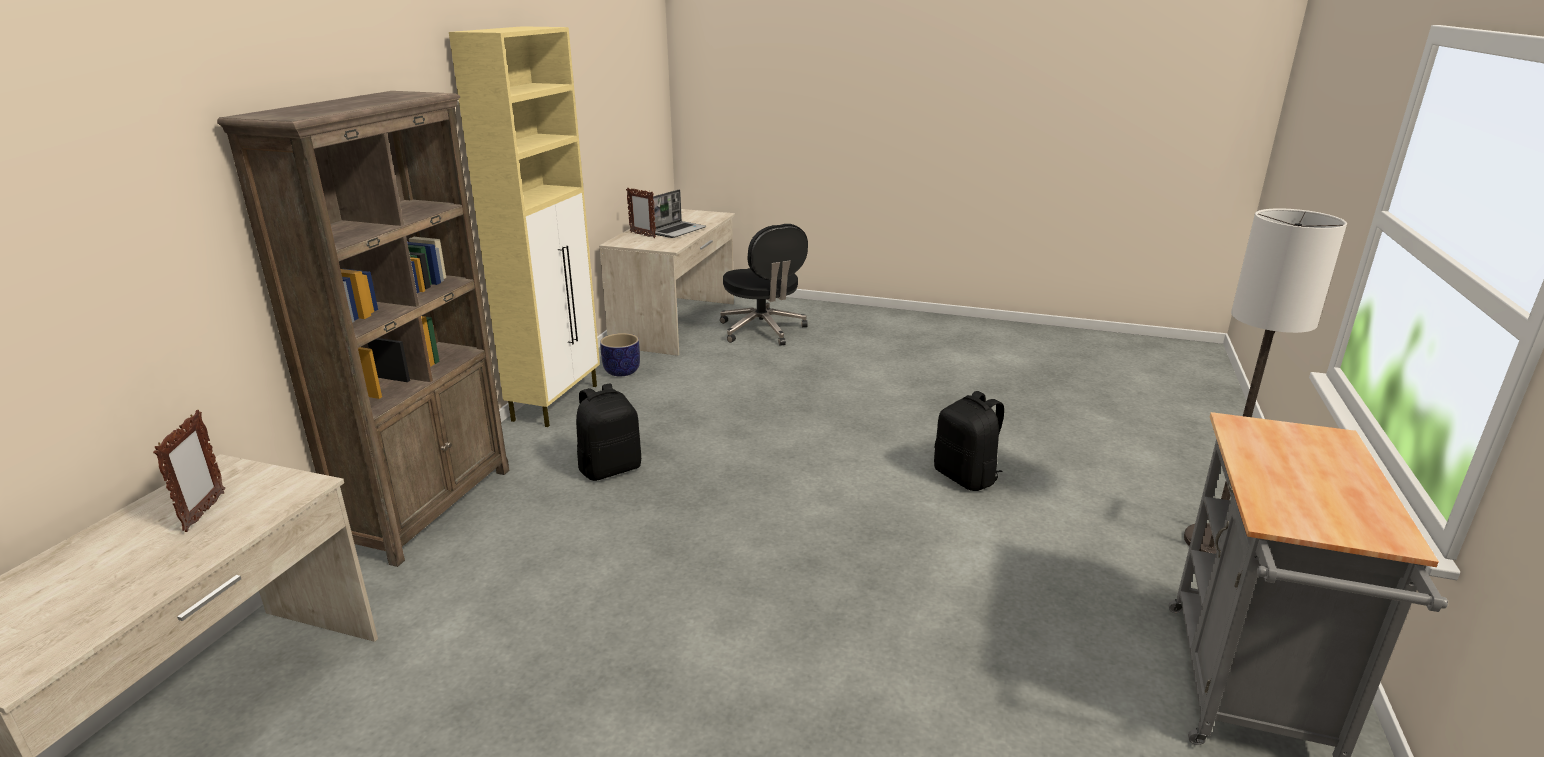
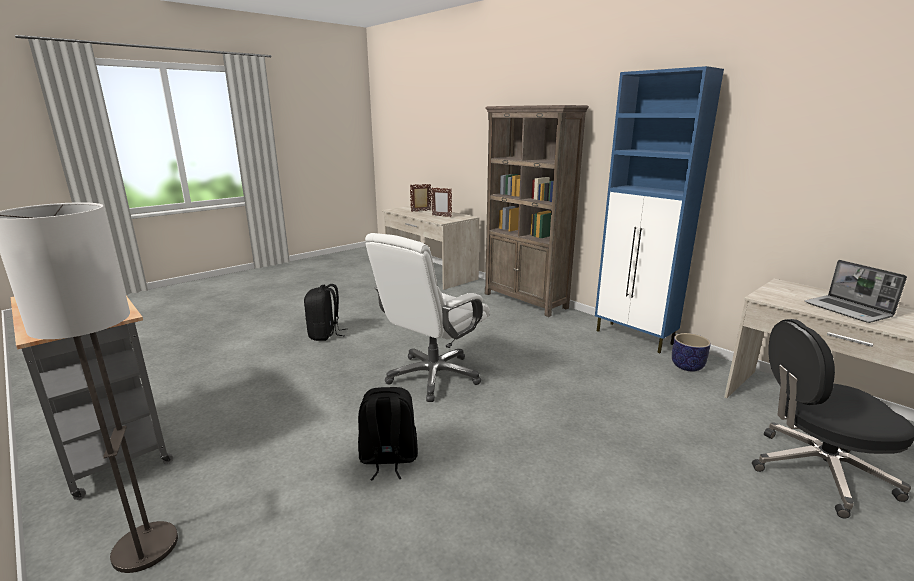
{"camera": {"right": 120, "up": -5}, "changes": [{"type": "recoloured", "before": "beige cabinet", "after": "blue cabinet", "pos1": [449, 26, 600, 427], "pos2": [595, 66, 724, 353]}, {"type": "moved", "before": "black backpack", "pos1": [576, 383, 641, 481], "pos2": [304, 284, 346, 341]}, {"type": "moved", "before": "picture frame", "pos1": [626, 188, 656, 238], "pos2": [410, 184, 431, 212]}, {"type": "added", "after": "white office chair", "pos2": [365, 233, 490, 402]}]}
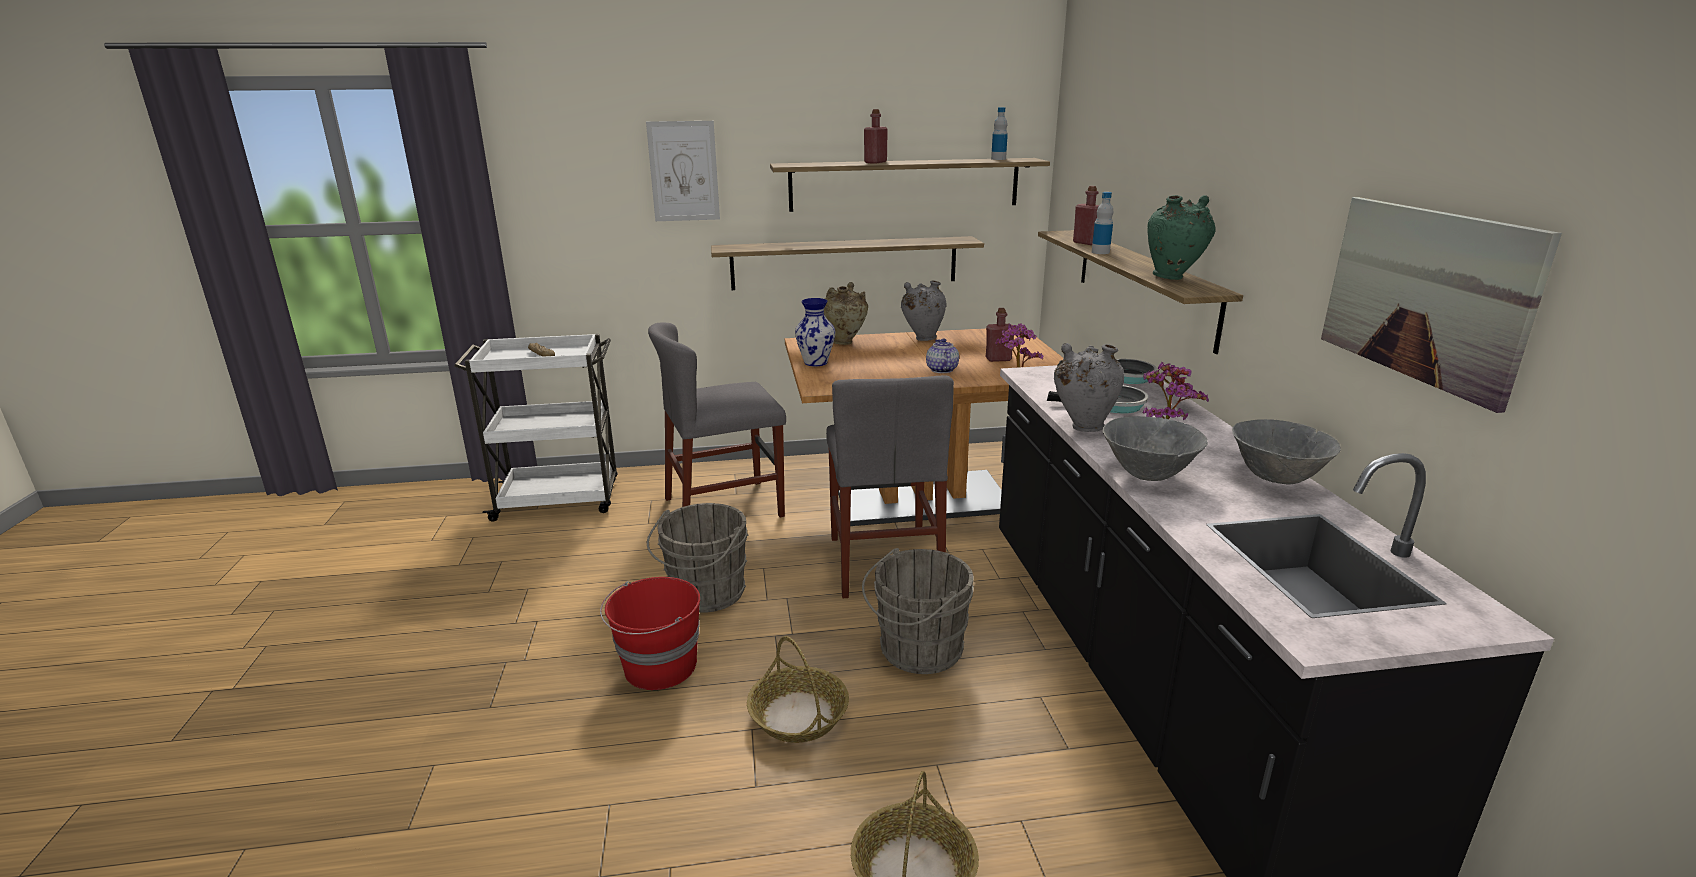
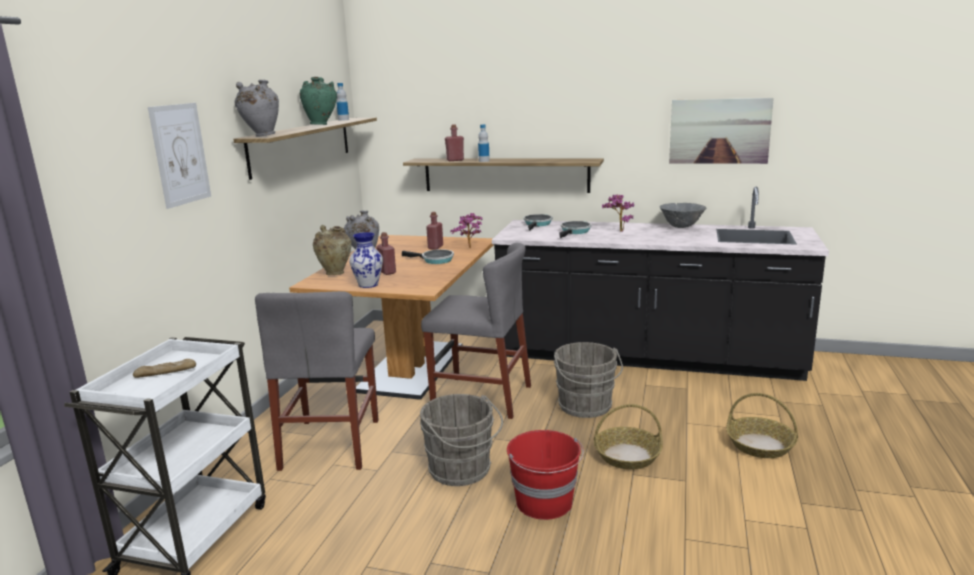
{"camera": {"right": -65, "up": -5}, "changes": [{"type": "removed", "before": "shelf", "pos1": [711, 236, 984, 290]}, {"type": "moved", "before": "red bottle", "pos1": [864, 109, 888, 164], "pos2": [376, 232, 396, 275]}, {"type": "replaced", "before": "teapot", "after": "frying pan", "pos1": [926, 339, 959, 373], "pos2": [402, 249, 454, 264]}, {"type": "moved", "before": "grey vase", "pos1": [1054, 343, 1124, 432], "pos2": [234, 80, 279, 137]}, {"type": "removed", "before": "grey bowl", "pos1": [1103, 416, 1208, 481]}, {"type": "moved", "before": "green vase", "pos1": [1147, 195, 1216, 280], "pos2": [300, 77, 337, 125]}]}
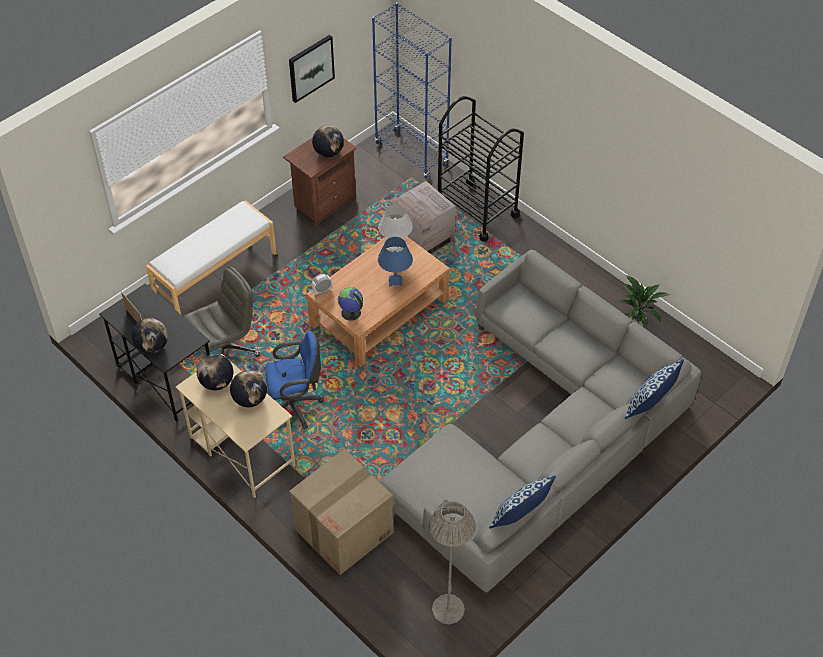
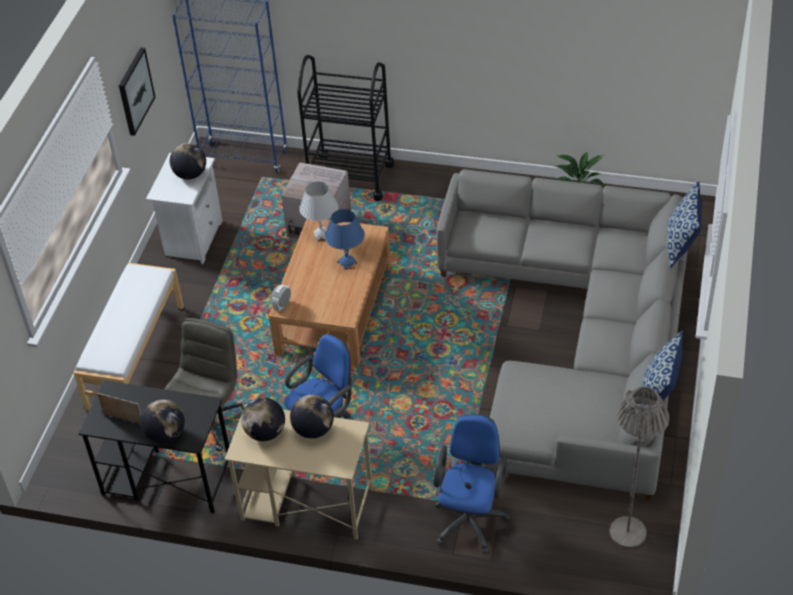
{"camera": {"right": -30, "up": -5}, "changes": [{"type": "recoloured", "before": "brown nightstand", "after": "white nightstand", "pos1": [283, 137, 357, 227], "pos2": [146, 153, 223, 264]}, {"type": "replaced", "before": "cardboard box", "after": "blue office chair", "pos1": [289, 448, 394, 575], "pos2": [434, 414, 510, 554]}, {"type": "removed", "before": "globe", "pos1": [338, 287, 363, 321]}]}
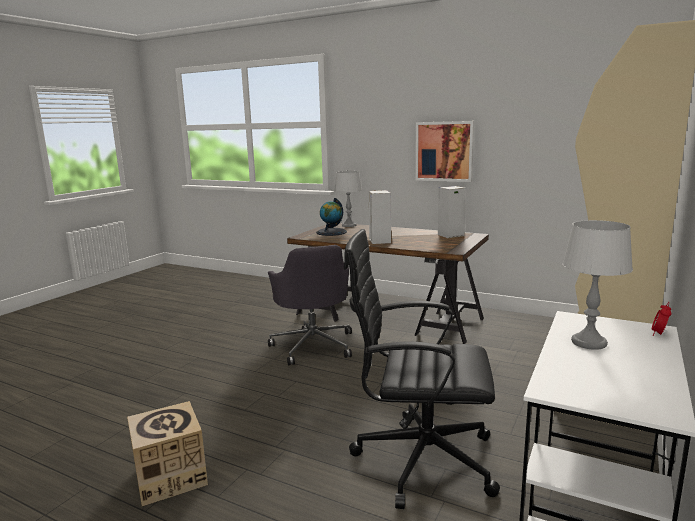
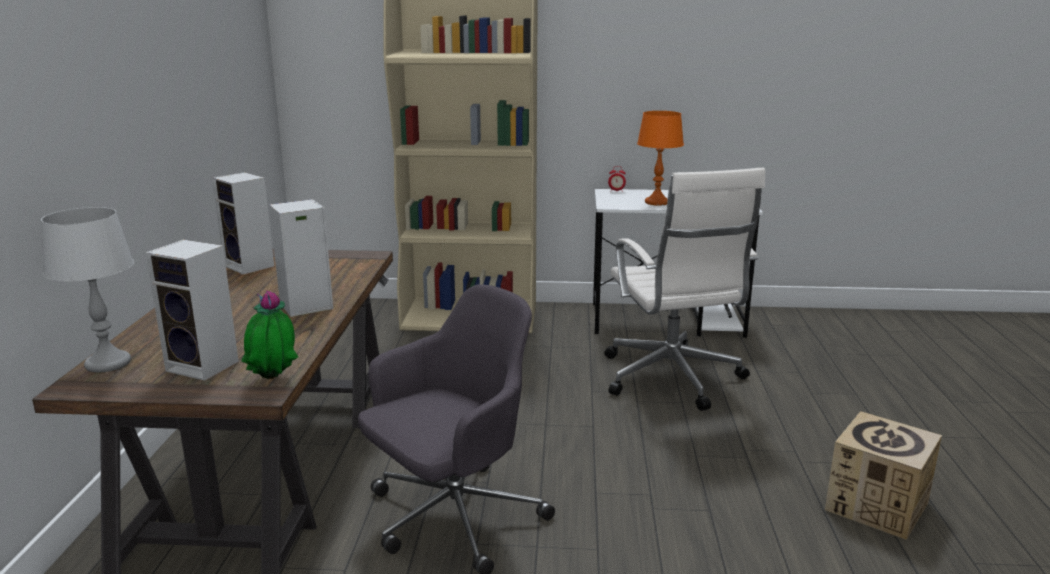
{"camera": {"right": -115, "up": 5}, "changes": [{"type": "replaced", "before": "globe", "after": "speaker", "pos1": [316, 198, 347, 236], "pos2": [146, 240, 239, 381]}, {"type": "recoloured", "before": "black office chair", "after": "white office chair", "pos1": [344, 229, 500, 509], "pos2": [604, 168, 765, 411]}, {"type": "removed", "before": "picture", "pos1": [415, 121, 474, 182]}, {"type": "recoloured", "before": "grey table lamp", "after": "orange table lamp", "pos1": [562, 220, 633, 350], "pos2": [637, 111, 684, 206]}, {"type": "added", "after": "potted plant", "pos2": [241, 291, 298, 379]}]}
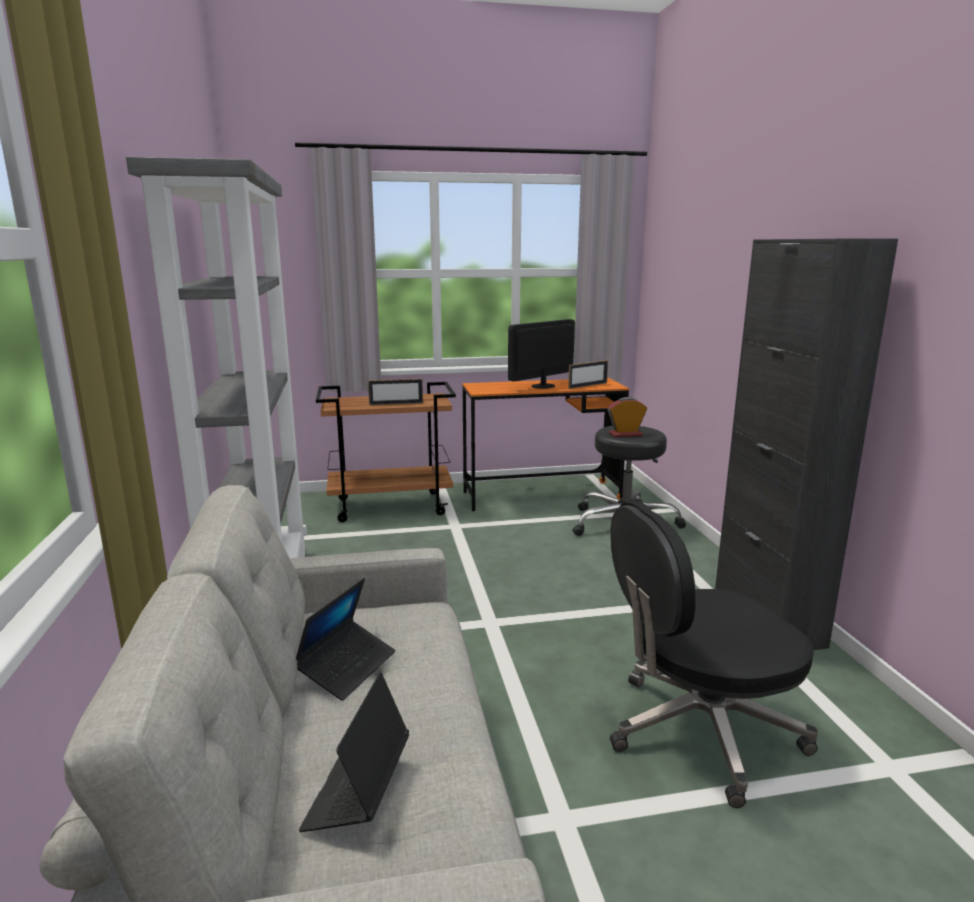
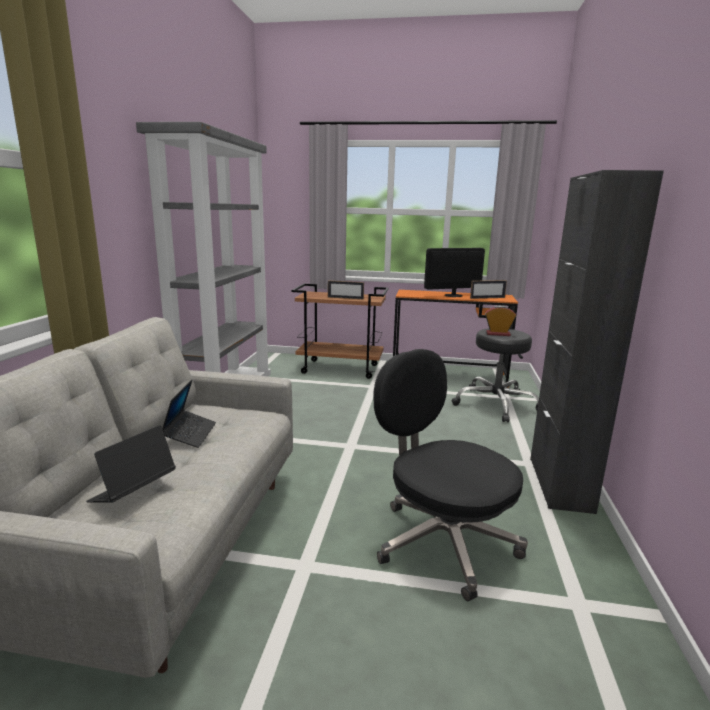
{"camera": {"right": 20, "up": 0}, "changes": [{"type": "turned", "before": "laptop", "pos1": [296, 578, 396, 701], "pos2": [162, 379, 216, 448], "turn": -45}, {"type": "turned", "before": "black office chair", "pos1": [610, 501, 818, 808], "pos2": [374, 349, 528, 601], "turn": 45}]}
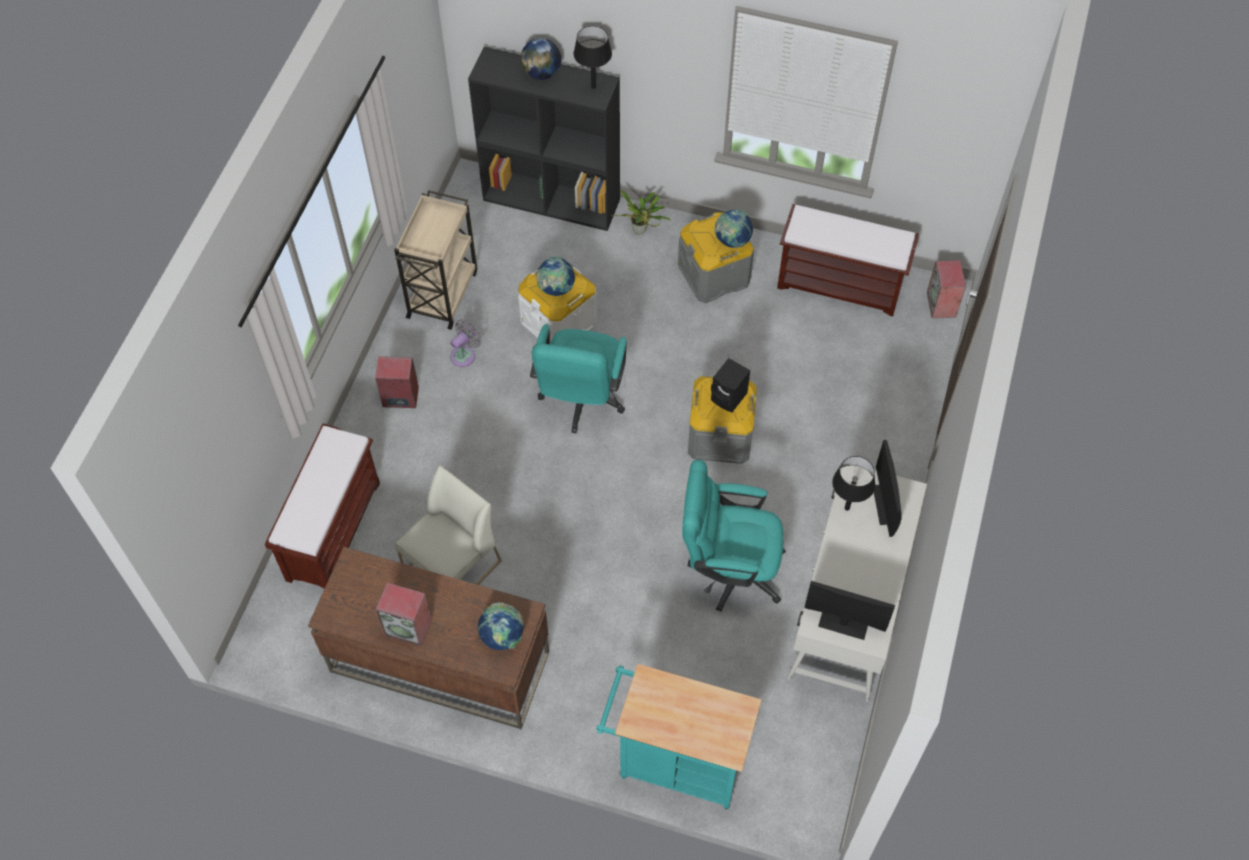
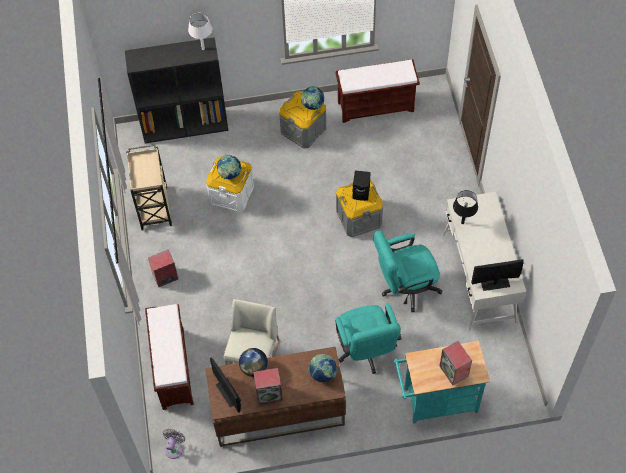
{"camera": {"right": -25, "up": 0}, "changes": [{"type": "moved", "before": "grey fan", "pos1": [450, 319, 481, 367], "pos2": [163, 429, 185, 459]}, {"type": "moved", "before": "globe", "pos1": [521, 38, 561, 80], "pos2": [239, 348, 268, 377]}, {"type": "moved", "before": "turquoise office chair", "pos1": [530, 324, 627, 433], "pos2": [335, 303, 402, 374]}, {"type": "recoloured", "before": "black table lamp", "after": "white table lamp", "pos1": [574, 26, 612, 89], "pos2": [188, 13, 212, 50]}, {"type": "removed", "before": "potted plant", "pos1": [612, 190, 671, 235]}, {"type": "moved", "before": "monitor", "pos1": [874, 440, 902, 537], "pos2": [210, 357, 241, 413]}, {"type": "moved", "before": "speaker", "pos1": [927, 260, 966, 318], "pos2": [439, 341, 472, 385]}]}
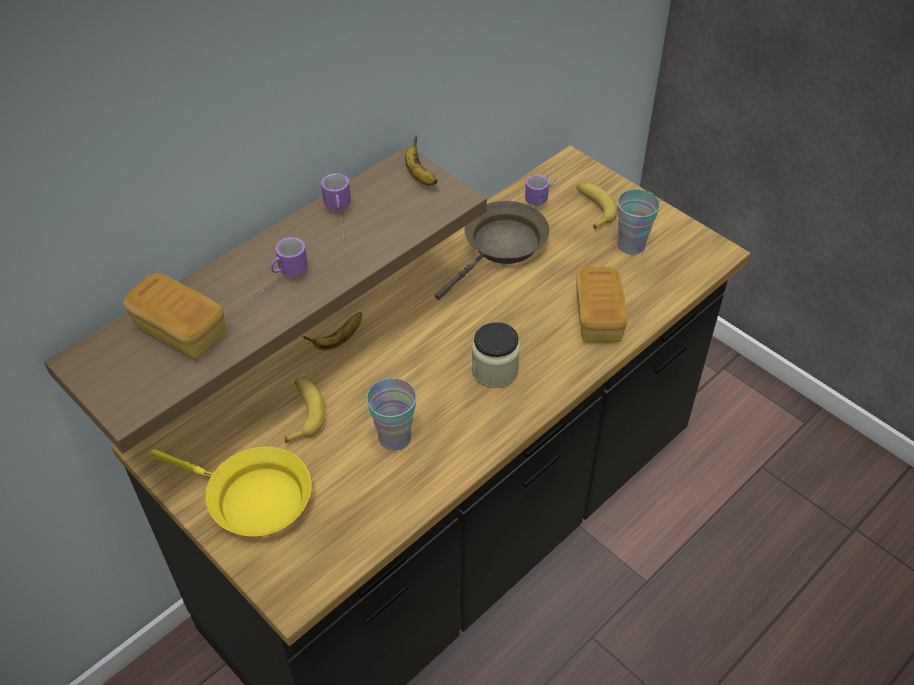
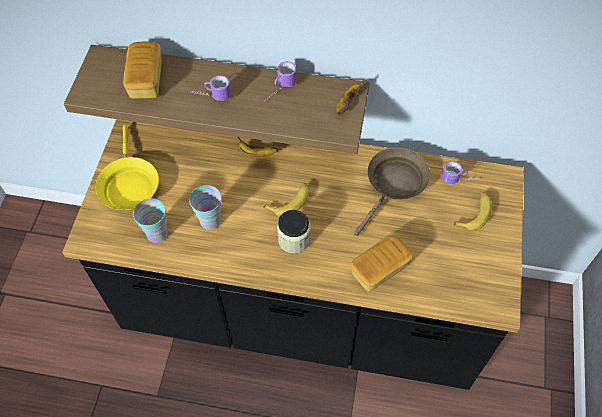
{"camera": {"right": 55, "up": 10}, "changes": [{"type": "moved", "before": "banana", "pos1": [285, 379, 326, 444], "pos2": [263, 183, 309, 217]}, {"type": "turned", "before": "brown frying pan", "pos1": [435, 201, 550, 300], "pos2": [354, 147, 430, 236], "turn": -60}, {"type": "moved", "before": "cup", "pos1": [617, 189, 660, 255], "pos2": [133, 198, 168, 243]}]}
